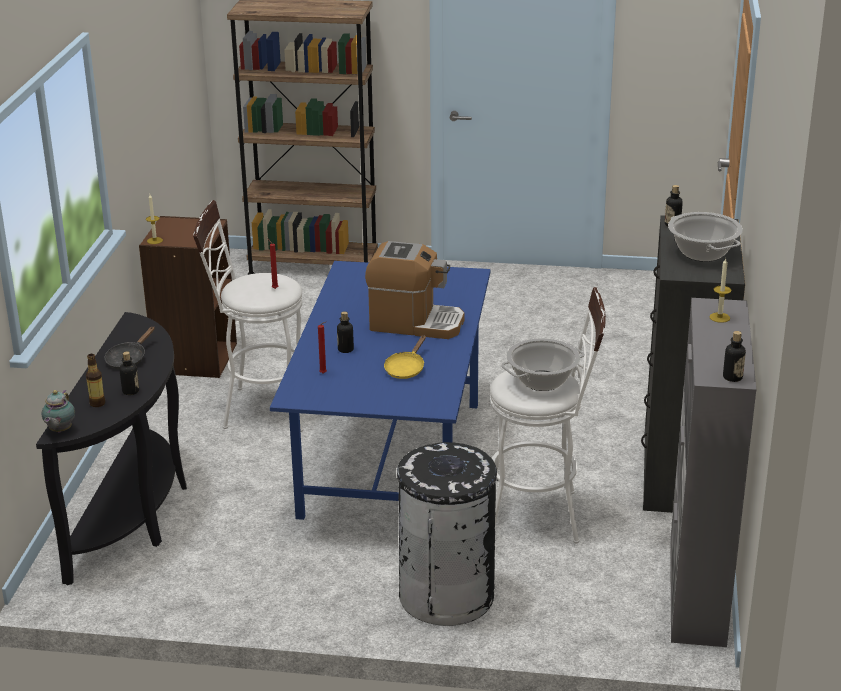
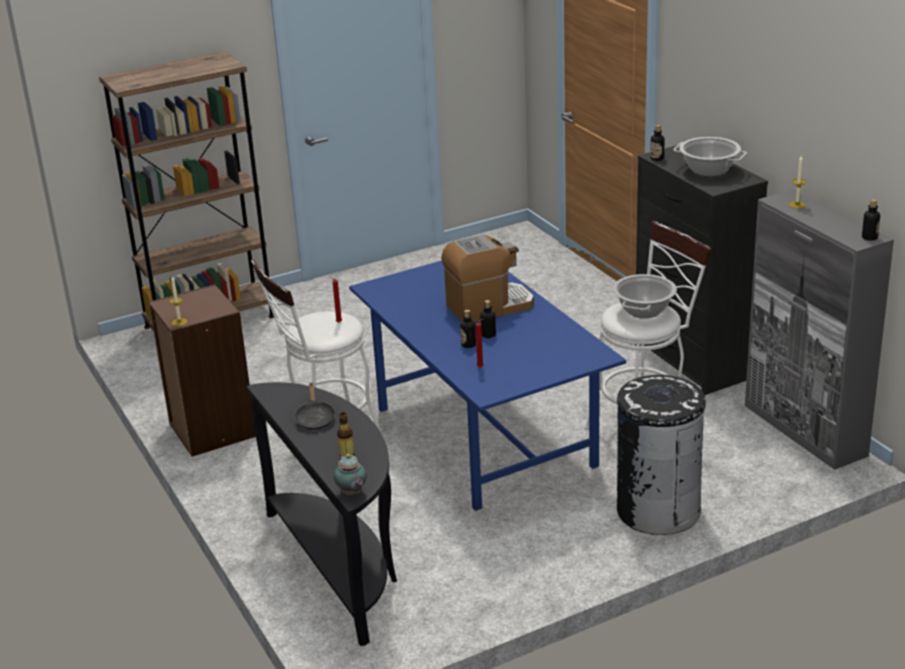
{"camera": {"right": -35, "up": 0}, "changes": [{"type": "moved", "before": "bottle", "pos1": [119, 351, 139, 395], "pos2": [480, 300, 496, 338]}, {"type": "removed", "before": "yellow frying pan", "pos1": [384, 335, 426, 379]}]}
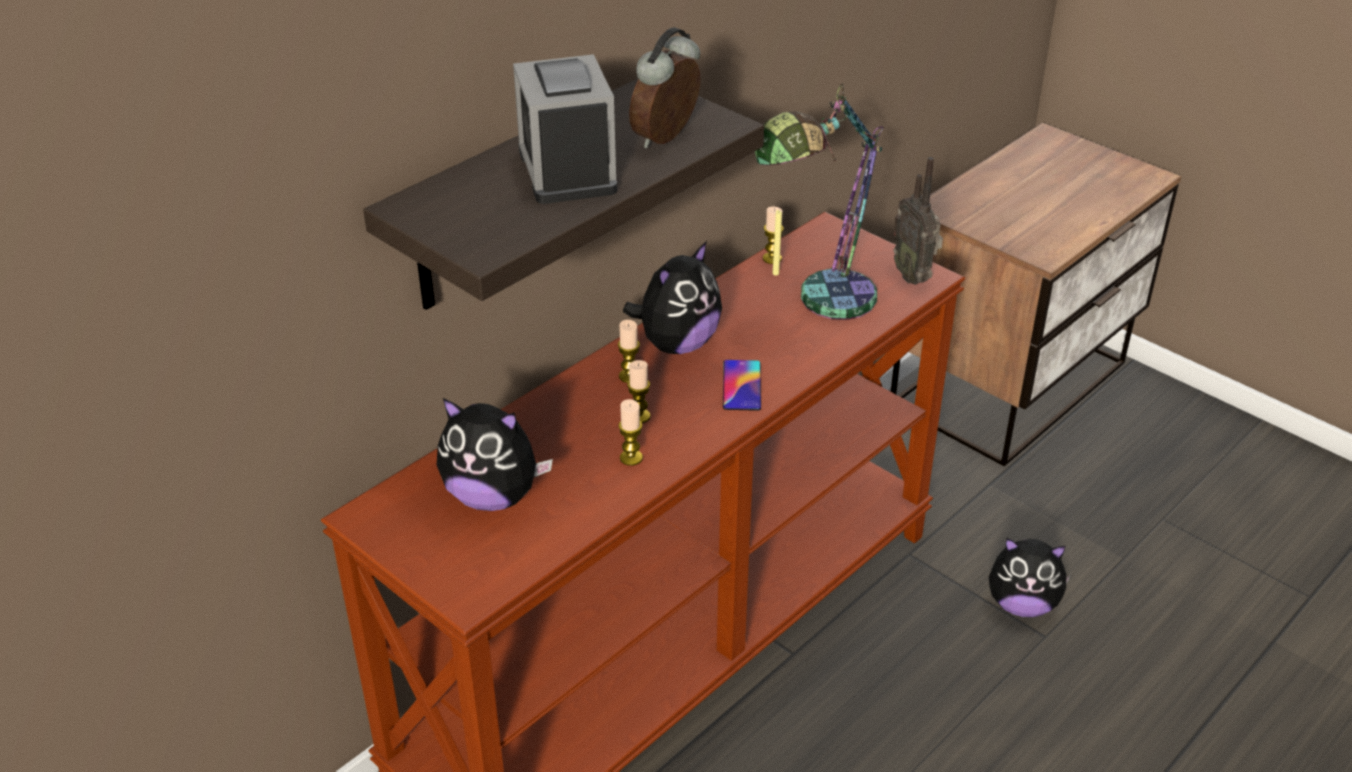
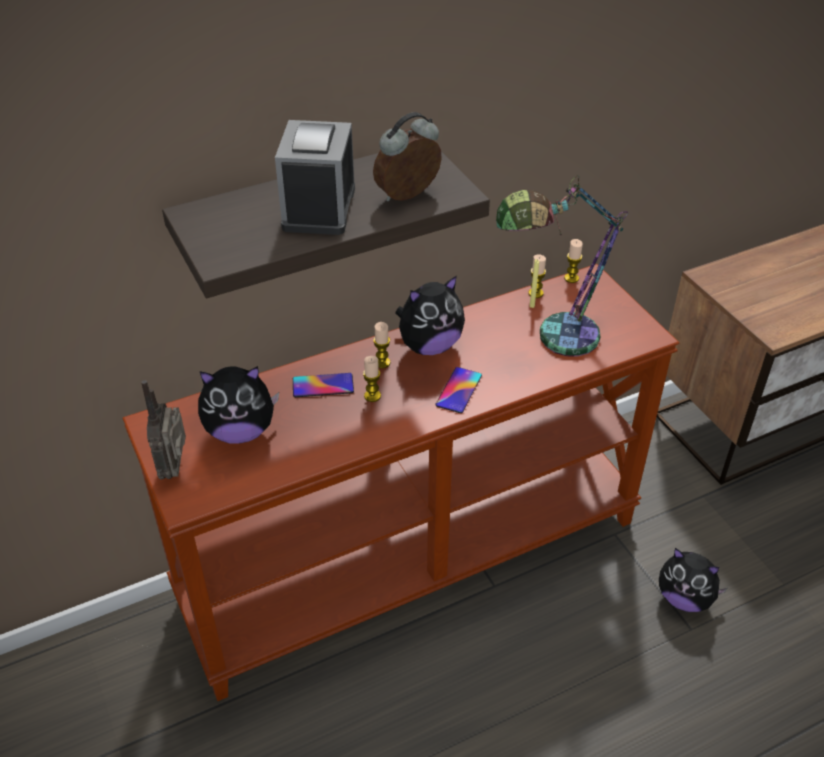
{"camera": {"right": 20, "up": 5}, "changes": [{"type": "turned", "before": "plush toy", "pos1": [437, 398, 553, 511], "pos2": [198, 366, 279, 444], "turn": -45}, {"type": "moved", "before": "candle", "pos1": [619, 399, 643, 466], "pos2": [564, 239, 583, 283]}, {"type": "moved", "before": "radio", "pos1": [894, 157, 943, 285], "pos2": [141, 380, 186, 480]}, {"type": "added", "after": "phone", "pos2": [293, 373, 354, 397]}]}
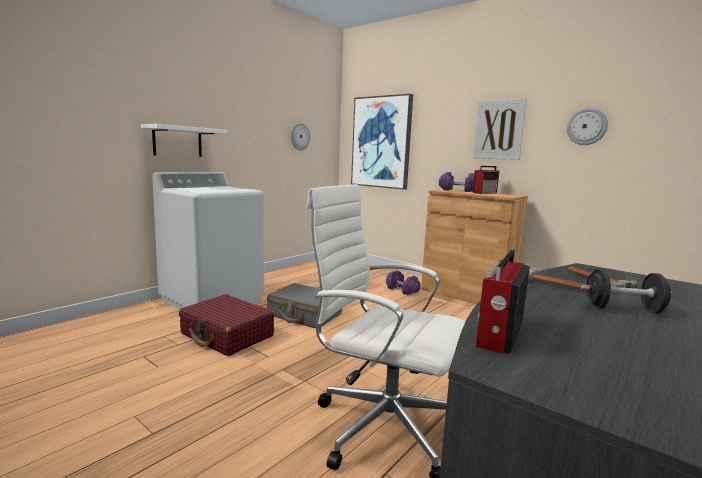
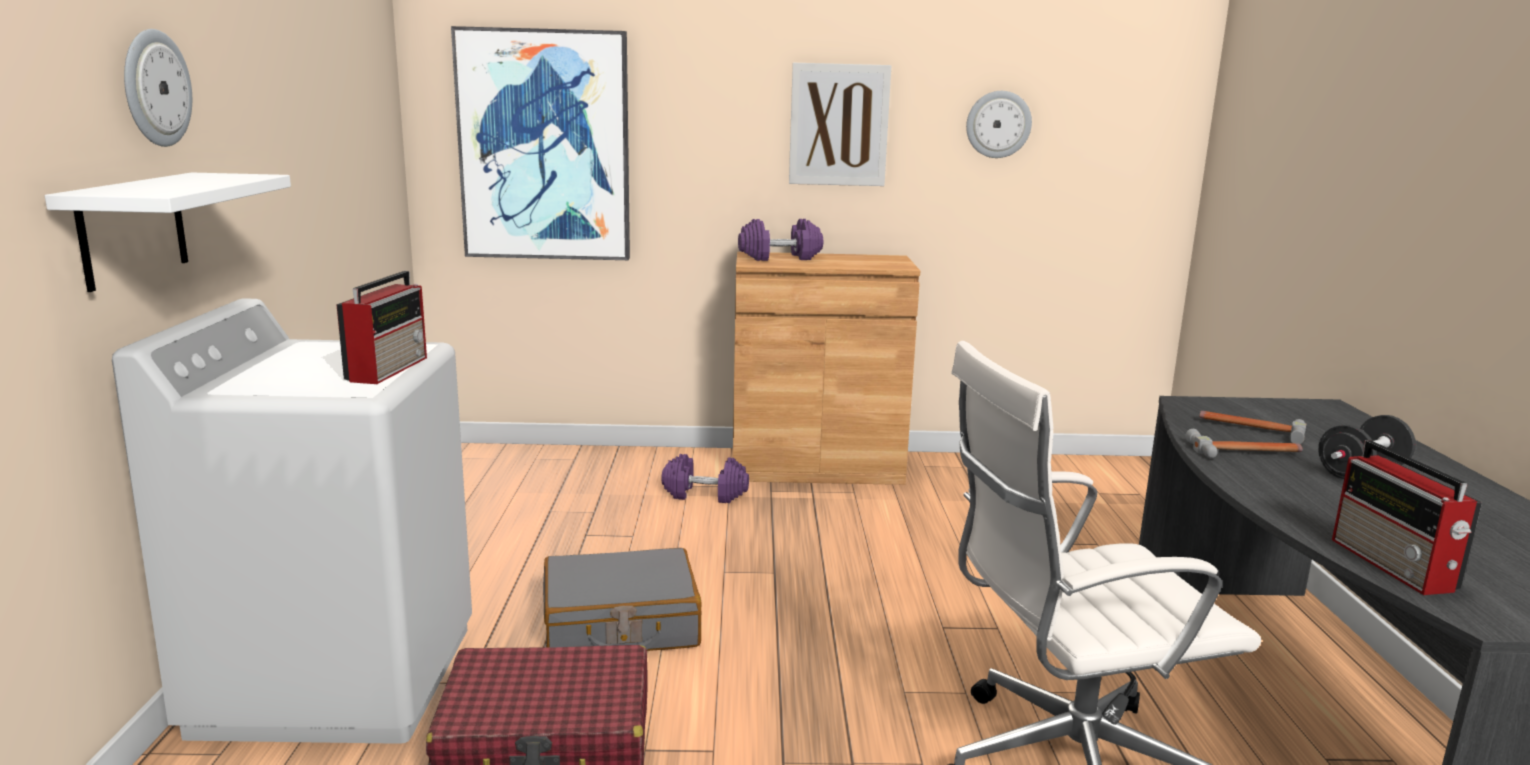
{"camera": {"right": -40, "up": 5}, "changes": [{"type": "moved", "before": "wall clock", "pos1": [291, 123, 310, 150], "pos2": [124, 29, 192, 147]}, {"type": "moved", "before": "radio", "pos1": [472, 166, 499, 194], "pos2": [336, 271, 427, 384]}]}
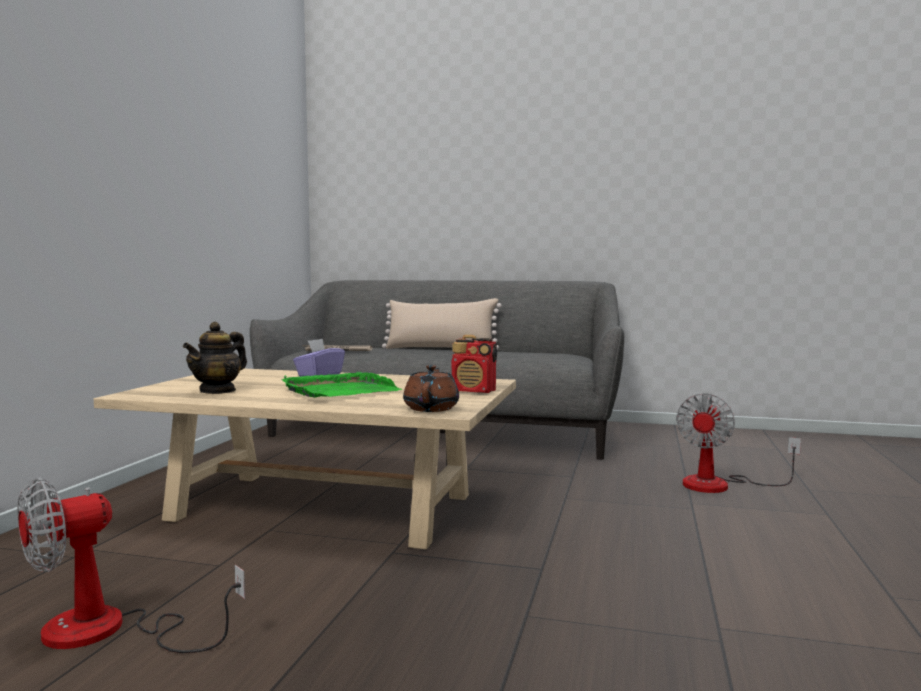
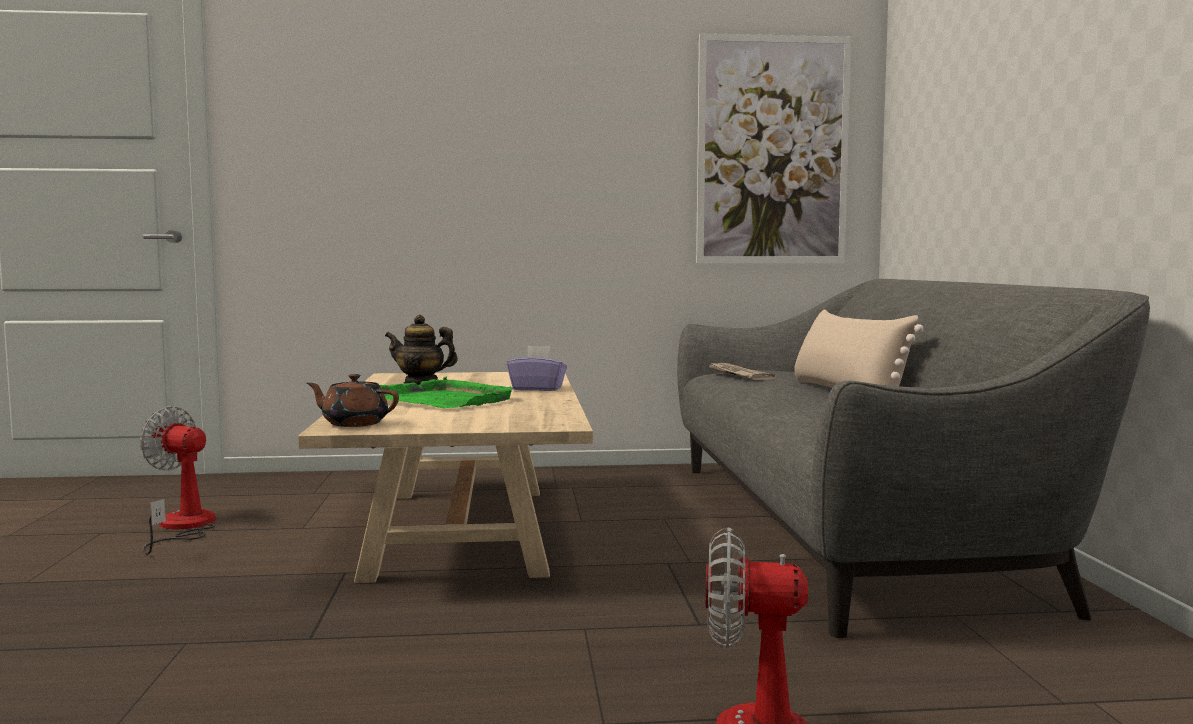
{"camera": {"right": 70, "up": 0}, "changes": [{"type": "turned", "before": "brown teapot", "pos1": [403, 365, 459, 412], "pos2": [307, 374, 399, 427], "turn": -150}, {"type": "removed", "before": "radio", "pos1": [452, 335, 497, 393]}, {"type": "added", "after": "picture", "pos2": [696, 33, 851, 263]}]}
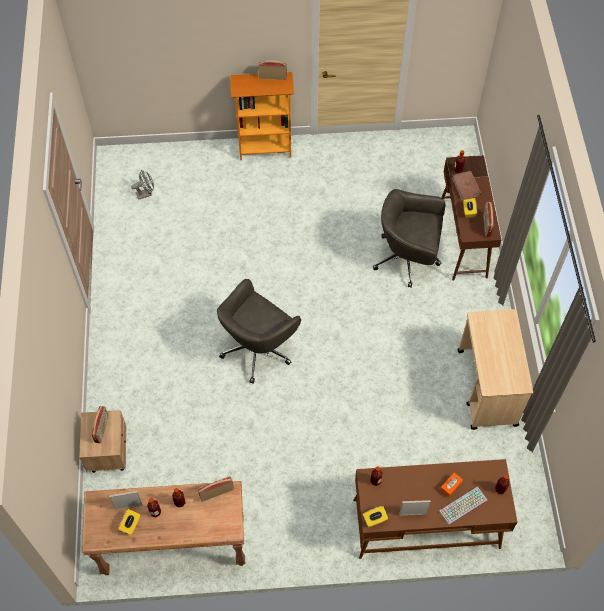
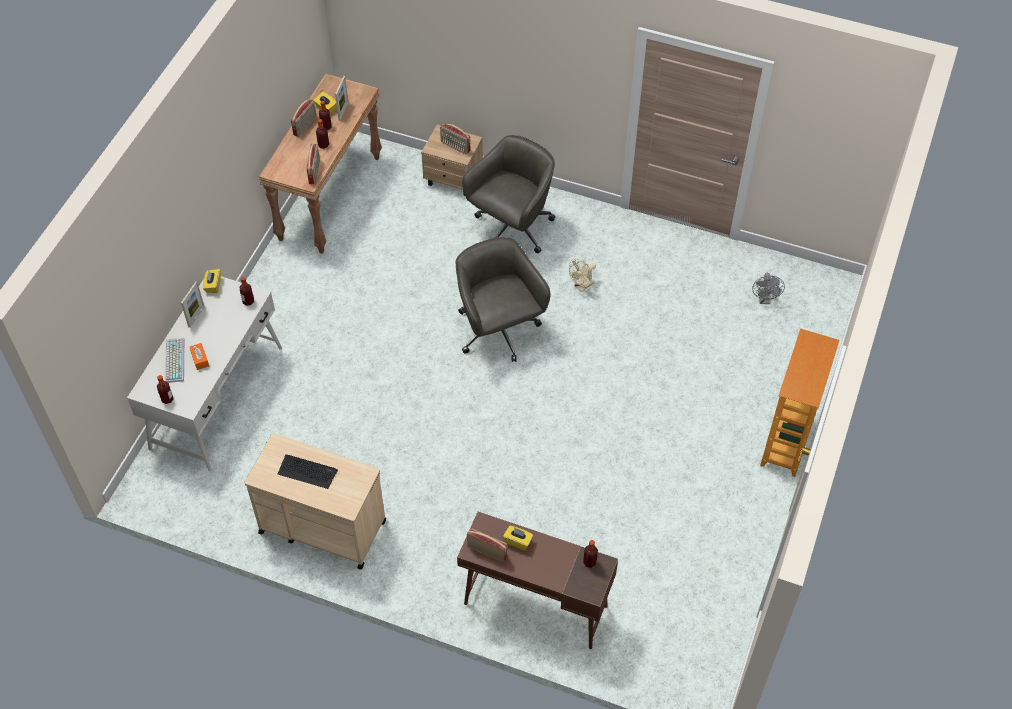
{"camera": {"right": 115, "up": -5}, "changes": [{"type": "moved", "before": "radio", "pos1": [258, 61, 287, 80], "pos2": [291, 99, 317, 137]}, {"type": "recoloured", "before": "brown desk", "after": "white desk", "pos1": [353, 459, 517, 559], "pos2": [127, 276, 282, 471]}, {"type": "moved", "before": "grey office chair", "pos1": [373, 189, 446, 288], "pos2": [462, 135, 555, 253]}, {"type": "removed", "before": "brown book", "pos1": [452, 171, 482, 200]}, {"type": "added", "after": "keyboard", "pos2": [278, 455, 338, 489]}, {"type": "added", "after": "beige fan", "pos2": [569, 258, 596, 292]}]}
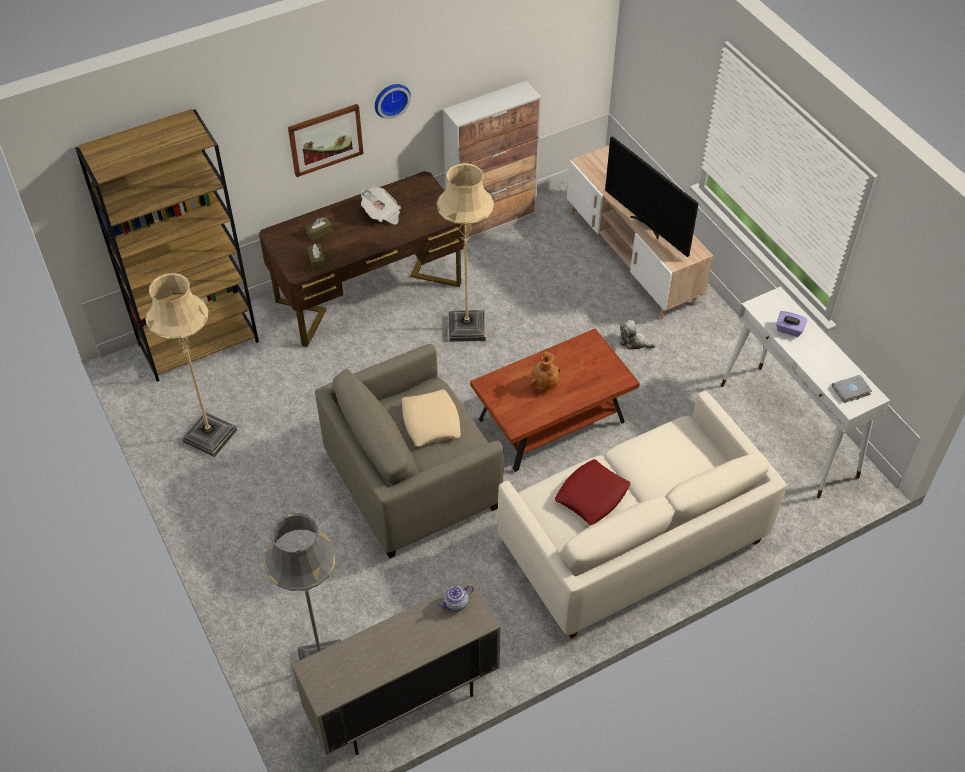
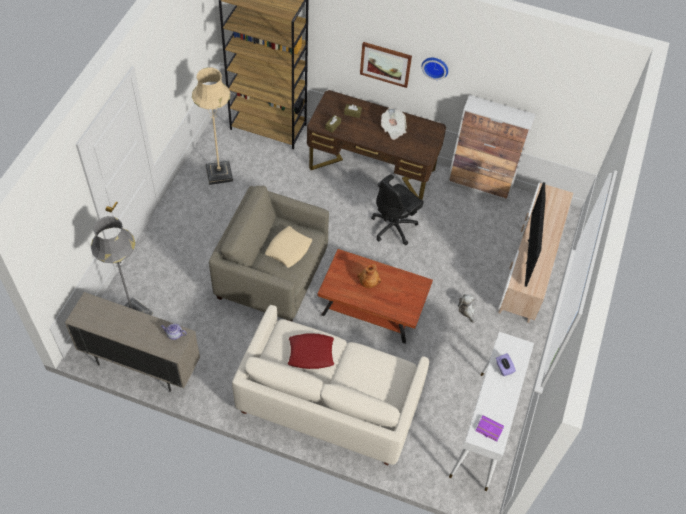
{"camera": {"right": 45, "up": 5}, "changes": [{"type": "replaced", "before": "beige floor lamp", "after": "black office chair", "pos1": [437, 163, 494, 342], "pos2": [371, 174, 424, 245]}, {"type": "recoloured", "before": "grey book", "after": "purple book", "pos1": [832, 375, 872, 403], "pos2": [476, 416, 504, 442]}]}
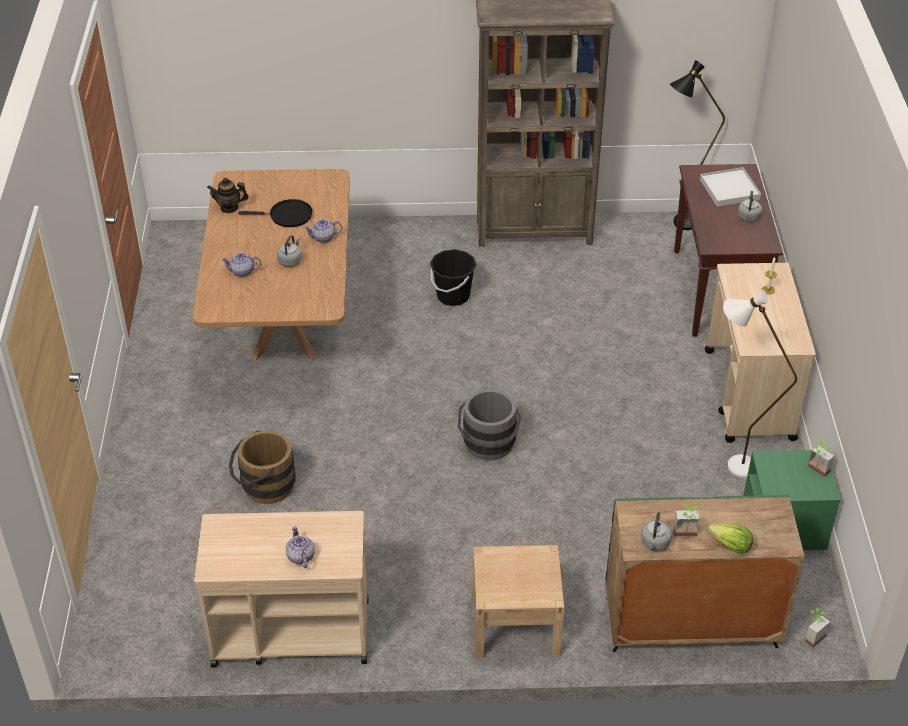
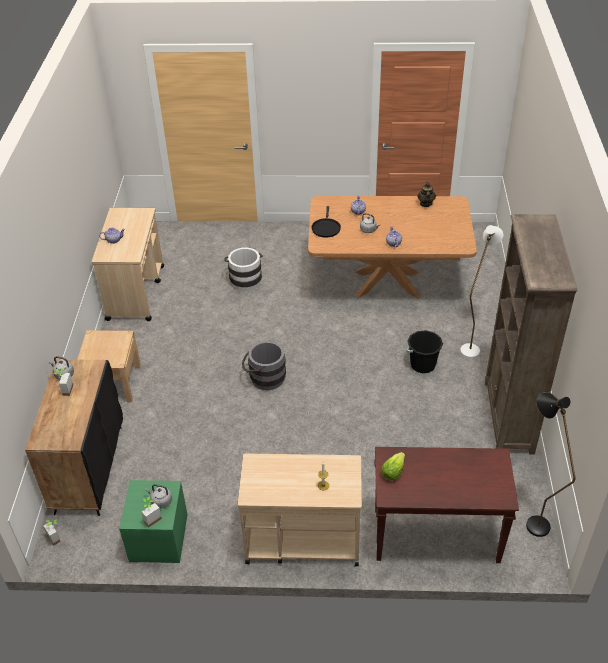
{"camera": {"right": 95, "up": 0}, "changes": [{"type": "recoloured", "before": "brown bucket", "after": "white bucket", "pos1": [229, 430, 296, 504], "pos2": [224, 247, 263, 291]}, {"type": "moved", "before": "black frying pan", "pos1": [238, 199, 312, 227], "pos2": [311, 206, 341, 238]}, {"type": "recoloured", "before": "green cabinet", "after": "black cabinet", "pos1": [605, 495, 805, 652], "pos2": [25, 359, 123, 516]}, {"type": "removed", "before": "white tray", "pos1": [700, 167, 761, 207]}, {"type": "moved", "before": "lettuce", "pos1": [708, 523, 753, 554], "pos2": [381, 452, 405, 481]}, {"type": "moved", "before": "white floor lamp", "pos1": [723, 290, 797, 478], "pos2": [460, 225, 503, 358]}, {"type": "moved", "before": "grey kettle", "pos1": [738, 191, 762, 222], "pos2": [145, 484, 172, 509]}]}
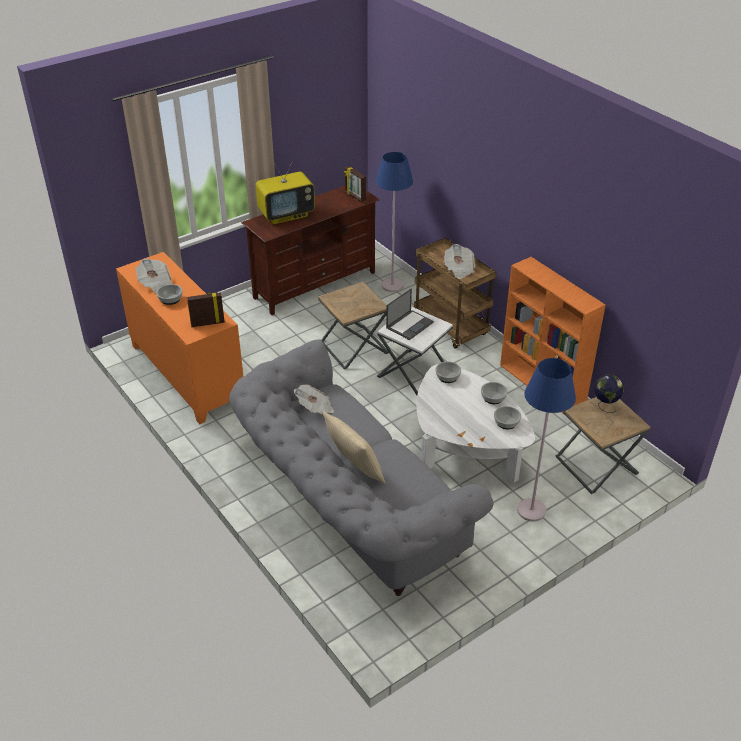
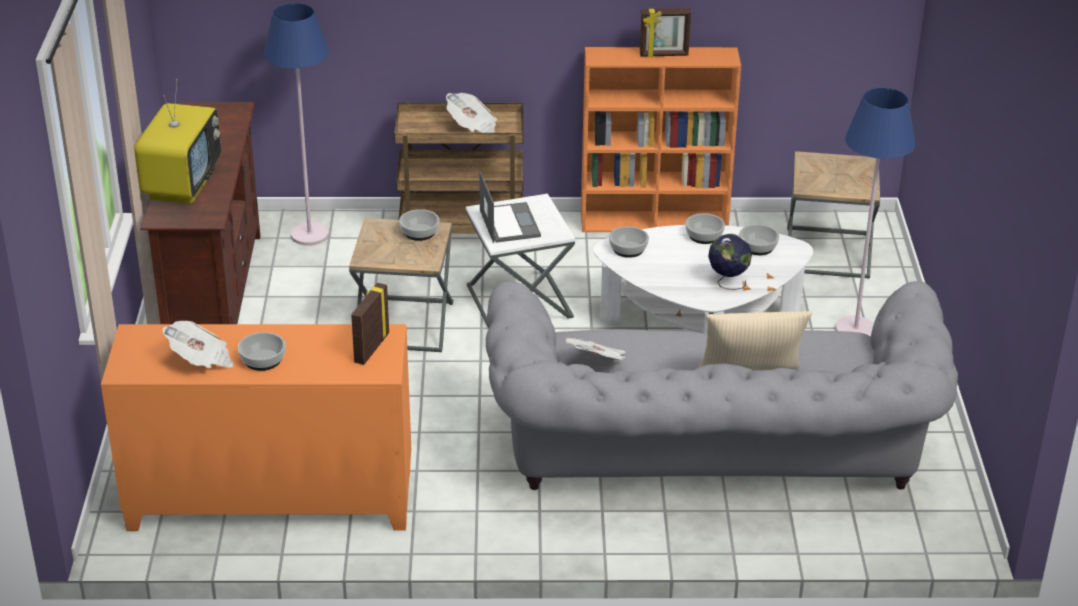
{"camera": {"right": -55, "up": -5}, "changes": [{"type": "moved", "before": "picture frame", "pos1": [344, 166, 366, 203], "pos2": [640, 8, 691, 57]}, {"type": "moved", "before": "globe", "pos1": [594, 374, 624, 413], "pos2": [708, 234, 752, 290]}, {"type": "added", "after": "bowl", "pos2": [399, 209, 440, 241]}]}
